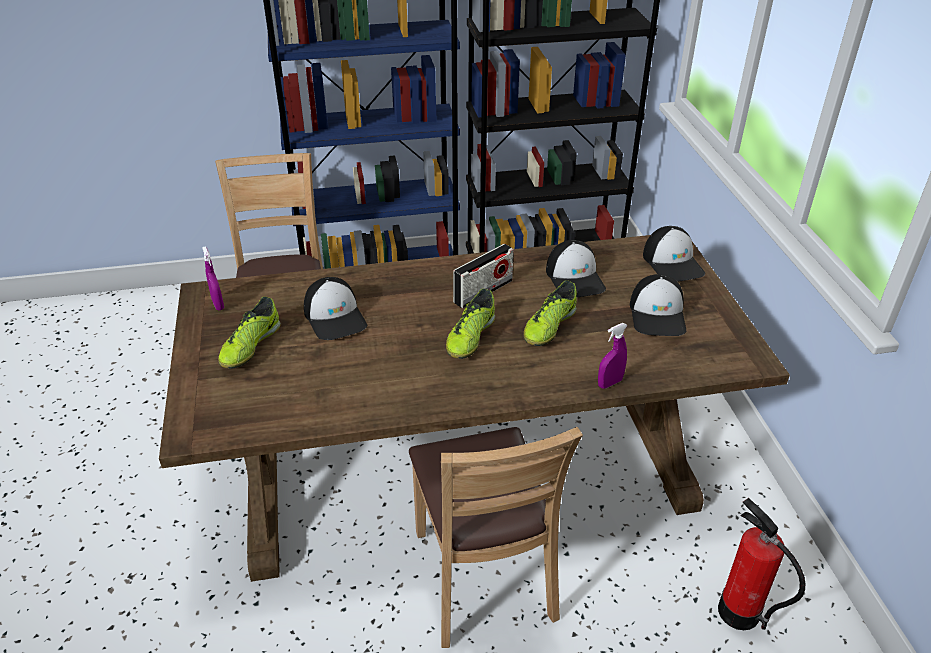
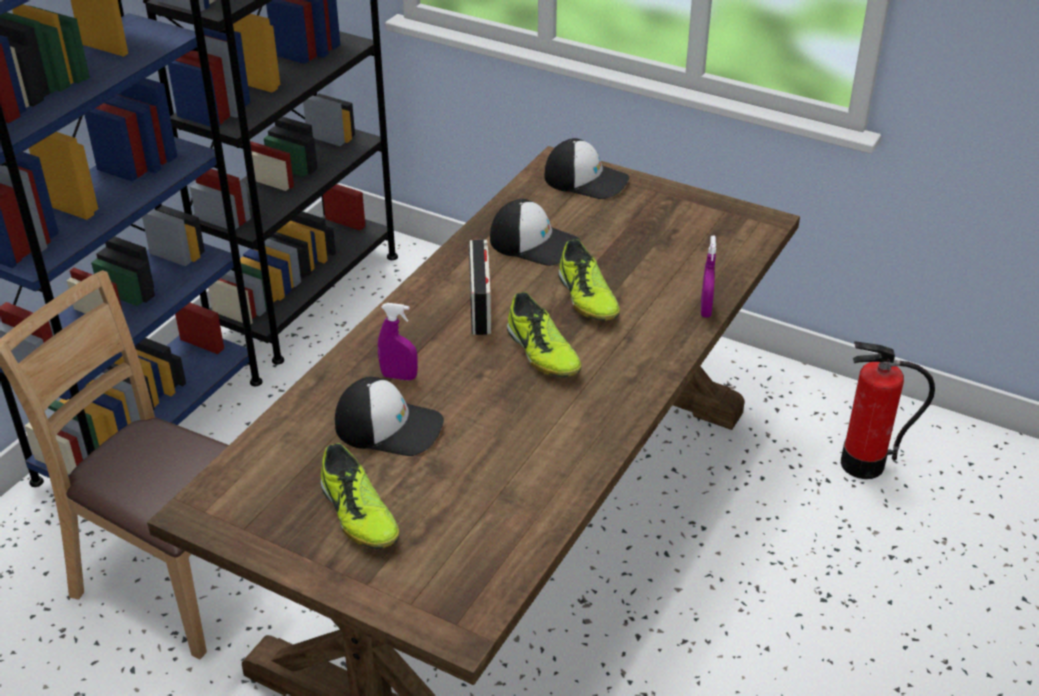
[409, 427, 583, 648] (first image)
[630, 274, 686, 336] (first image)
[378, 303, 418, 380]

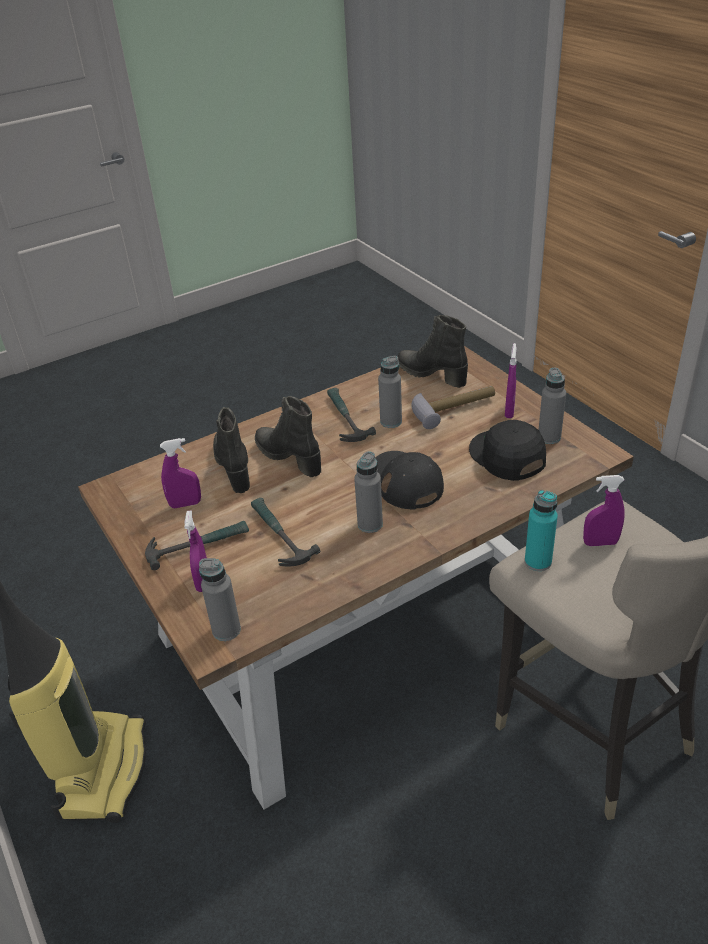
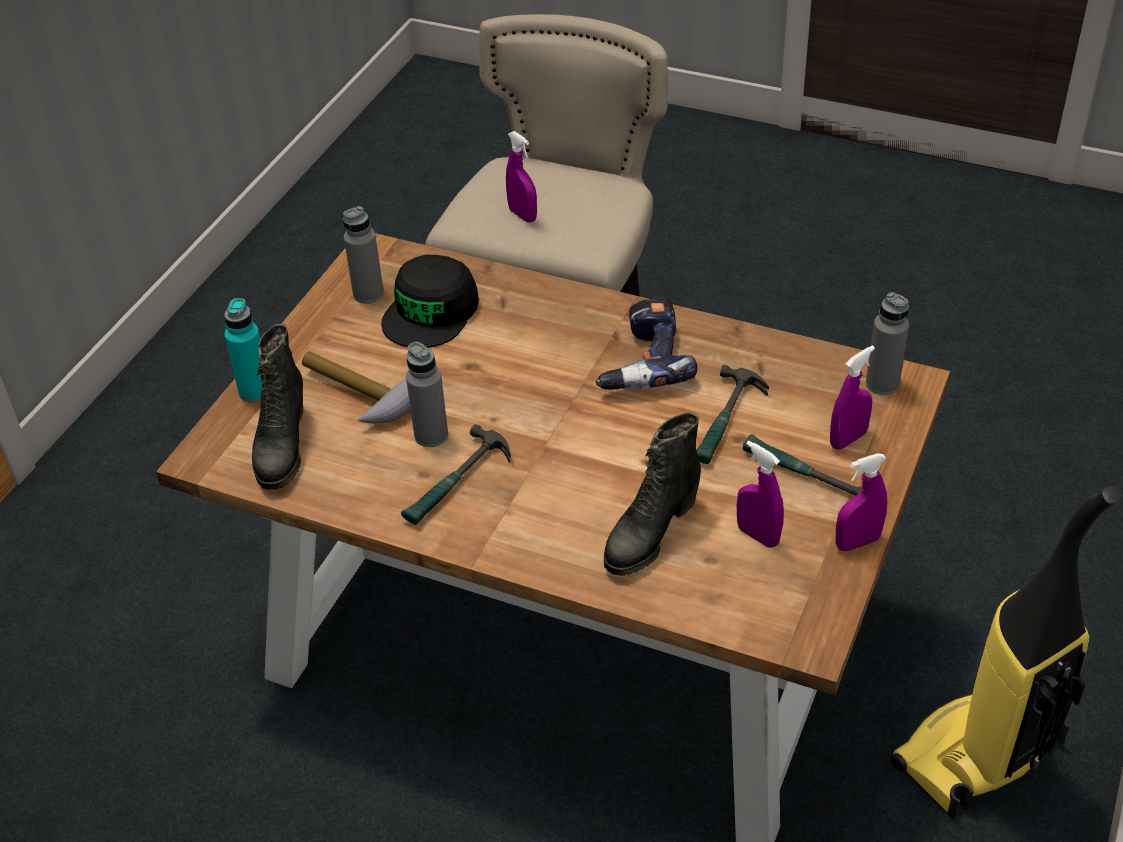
[255, 396, 321, 477] (first image)
[375, 451, 444, 509] (first image)
[836, 453, 887, 551]
[224, 298, 262, 402]
[596, 298, 697, 390]

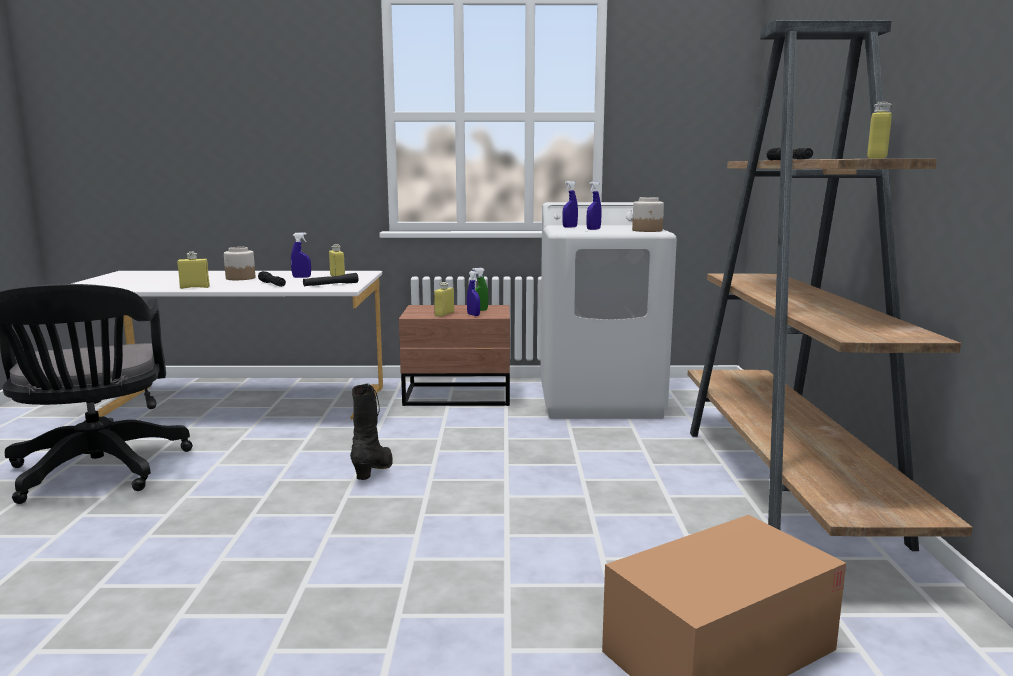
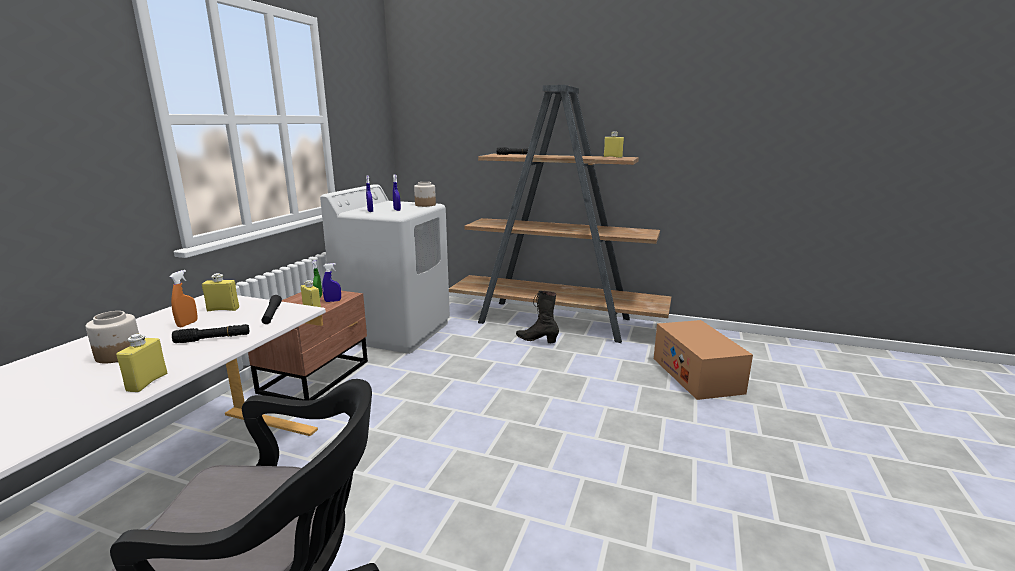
[516, 291, 559, 343]
[169, 270, 198, 327]

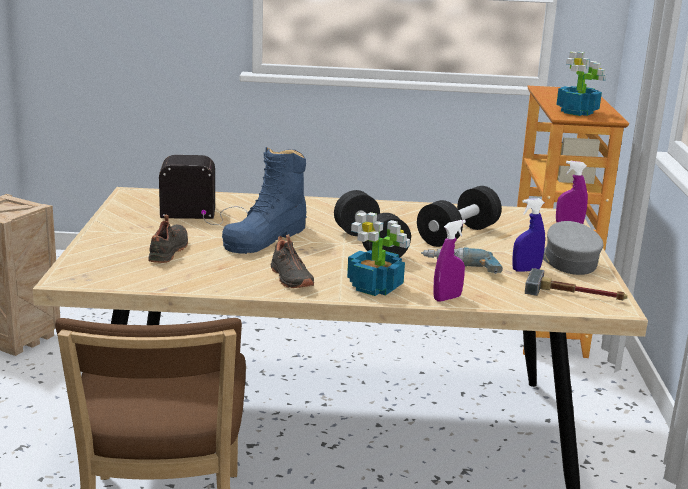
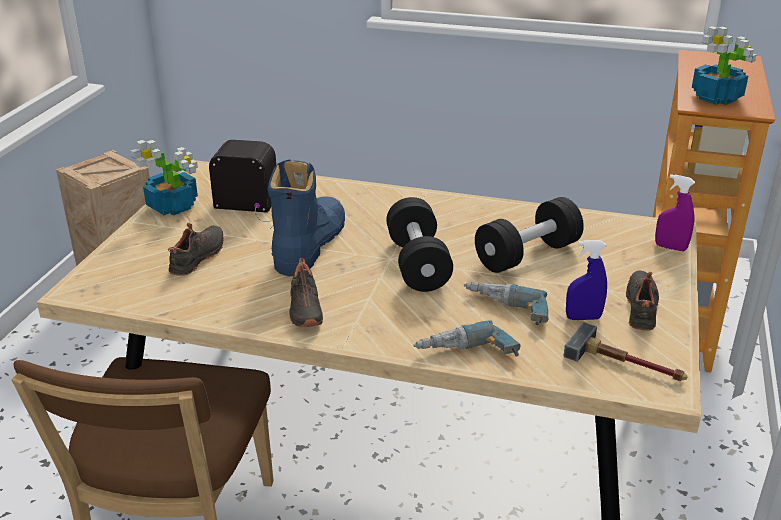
[131, 140, 198, 216]
[413, 320, 520, 356]
[626, 270, 659, 331]
[268, 159, 345, 276]

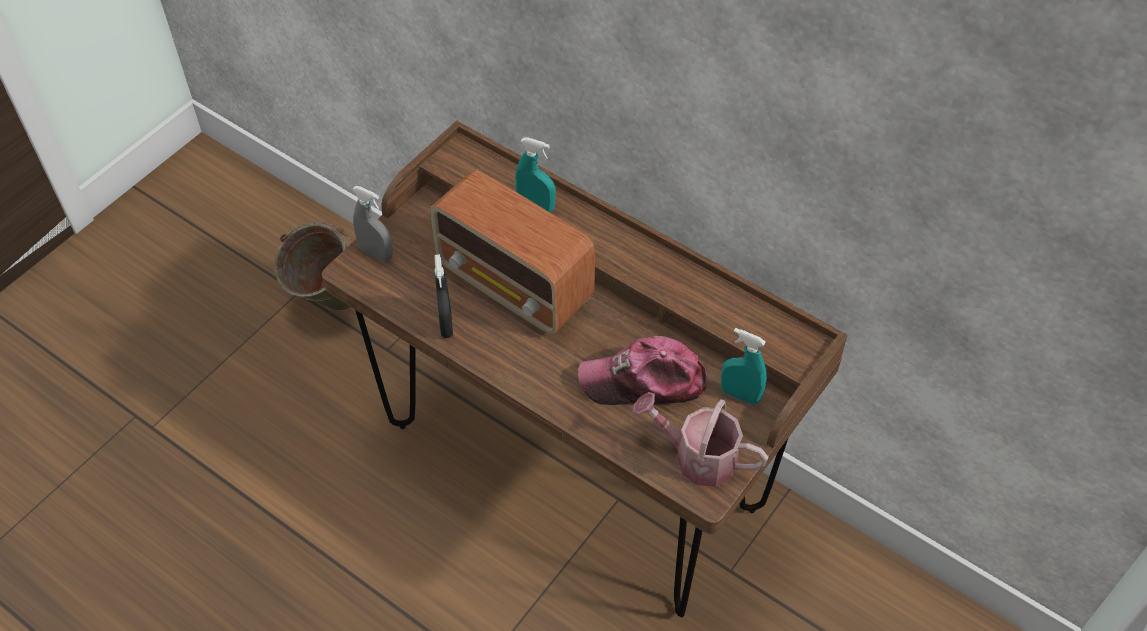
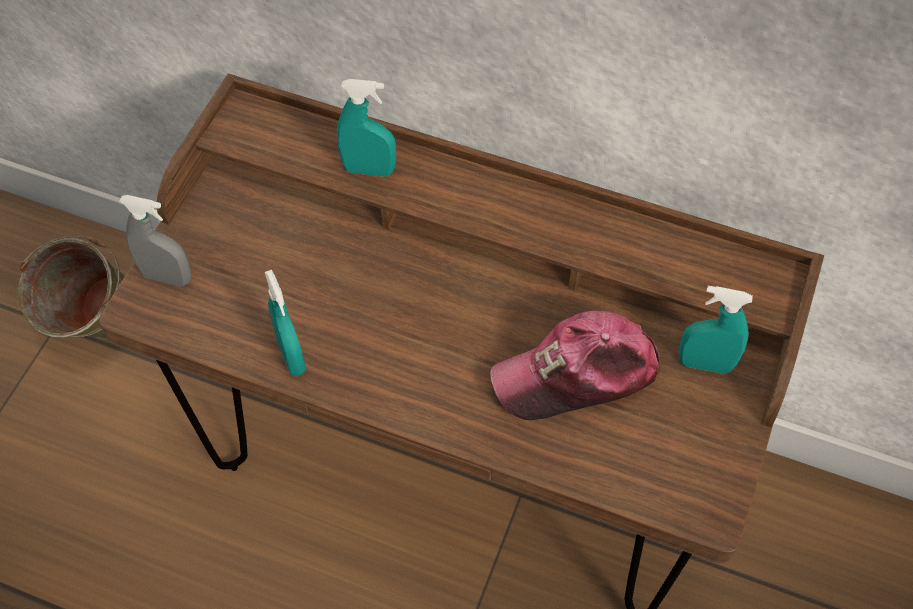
[430, 169, 595, 334] (first image)
[633, 392, 769, 487] (first image)
[265, 270, 306, 376]

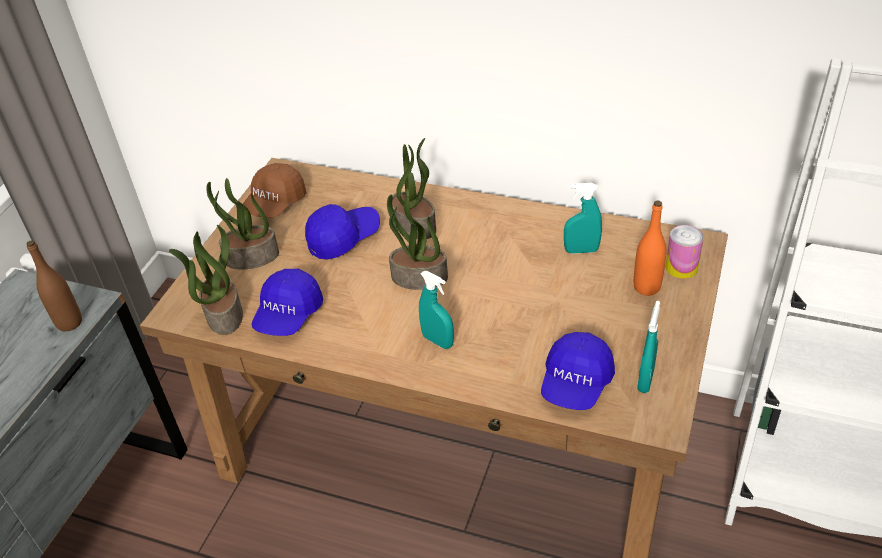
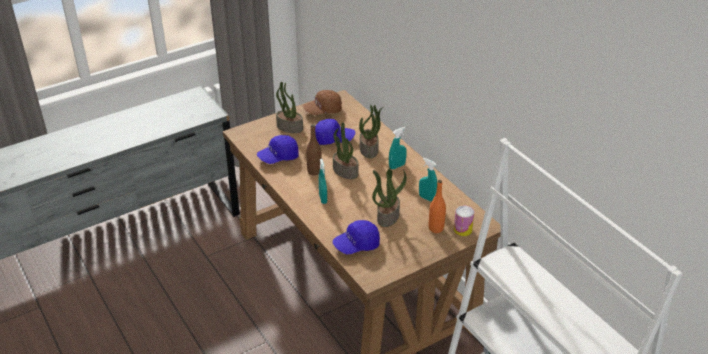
[306, 124, 322, 175]
[372, 168, 407, 227]
[389, 127, 407, 169]

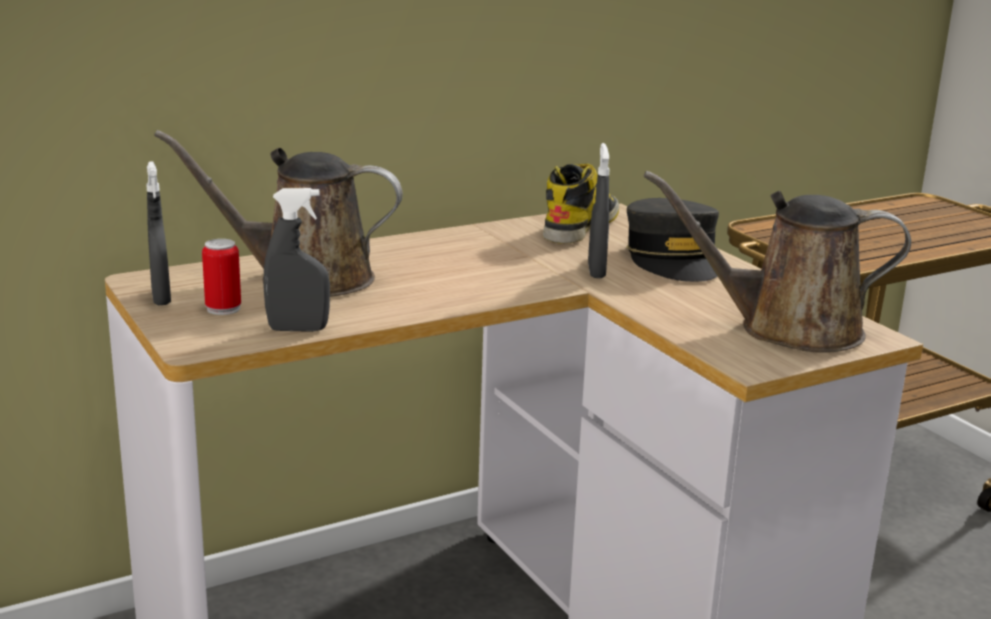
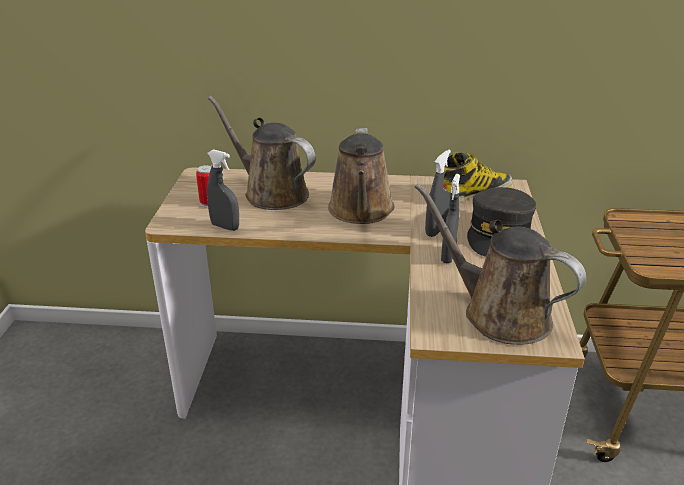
[328, 128, 394, 224]
[441, 174, 460, 263]

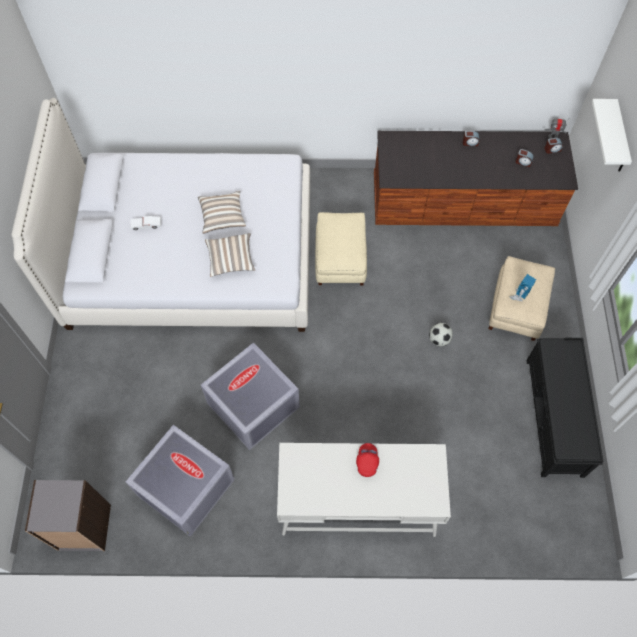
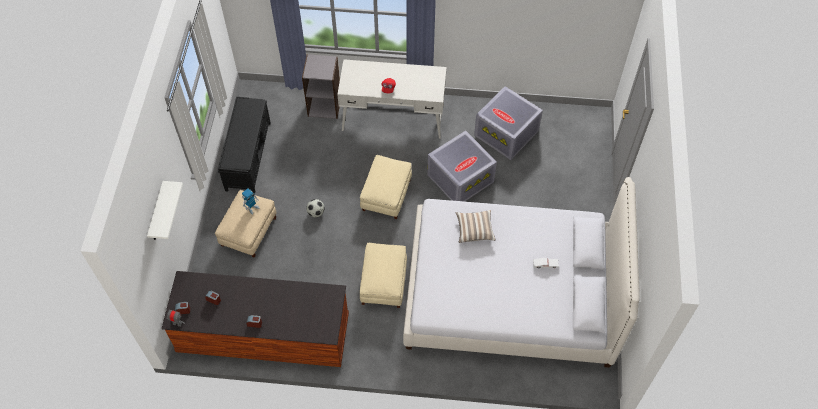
[198, 191, 246, 234] (first image)
[360, 155, 412, 219]
[302, 54, 340, 119]

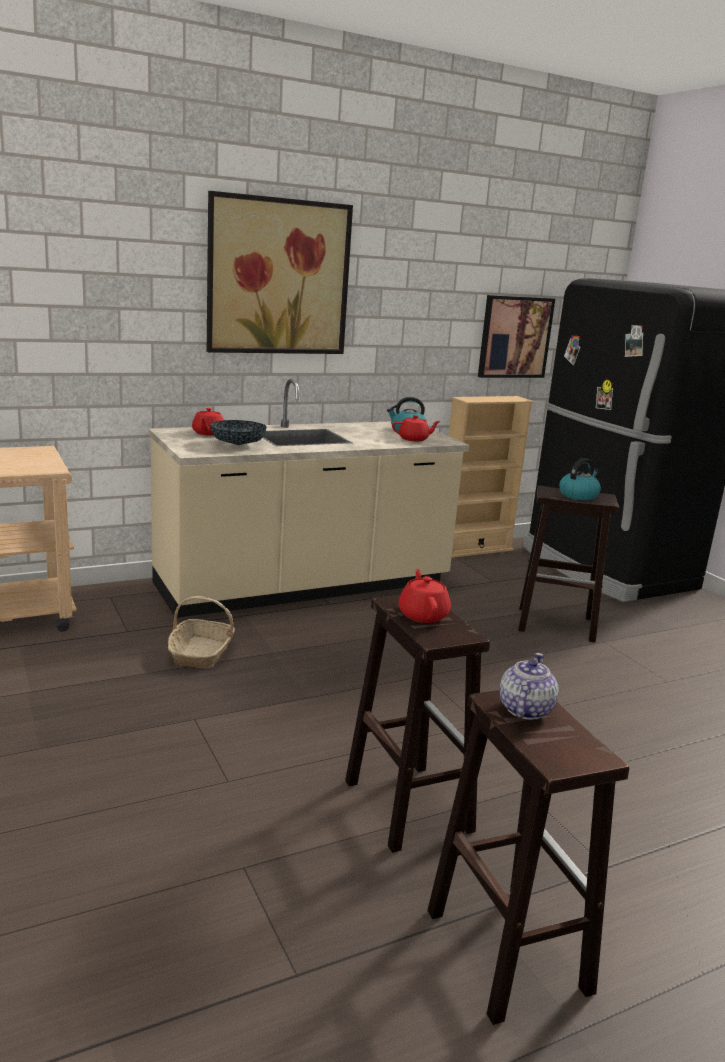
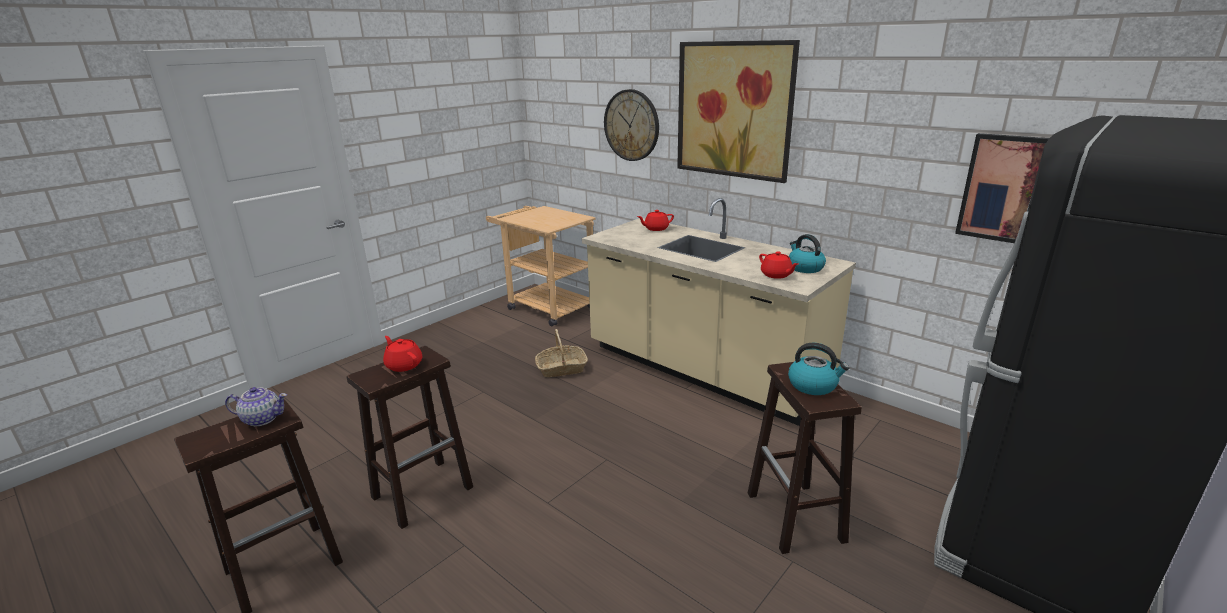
[210, 420, 267, 445] (first image)
[448, 396, 534, 558] (first image)
[604, 89, 659, 161]
[383, 336, 422, 372]

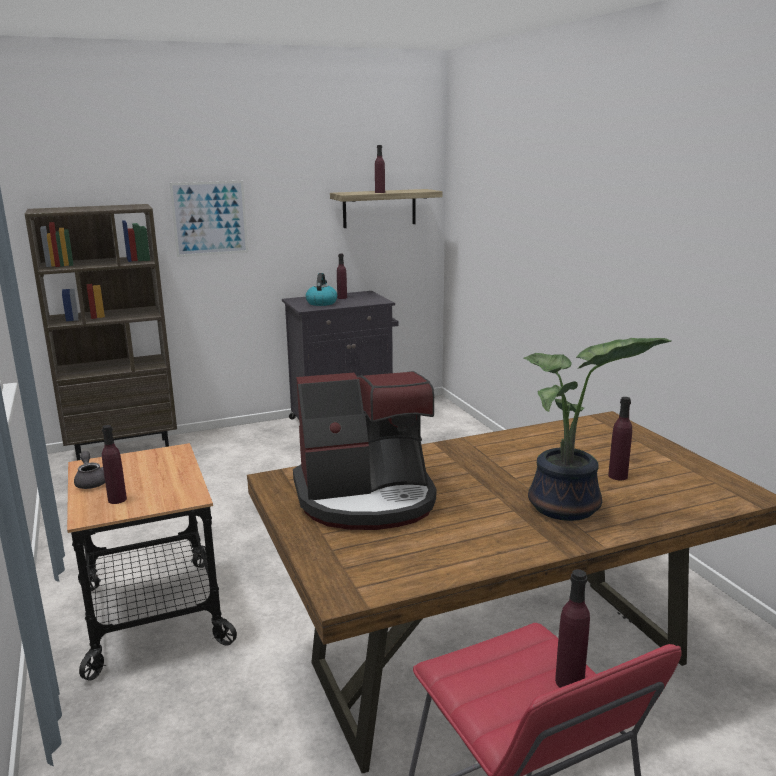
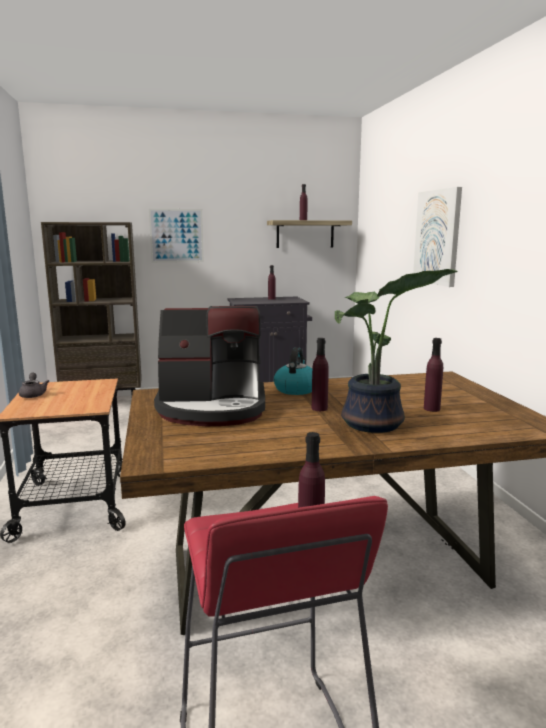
[413, 187, 462, 287]
[312, 338, 329, 411]
[274, 348, 312, 395]

